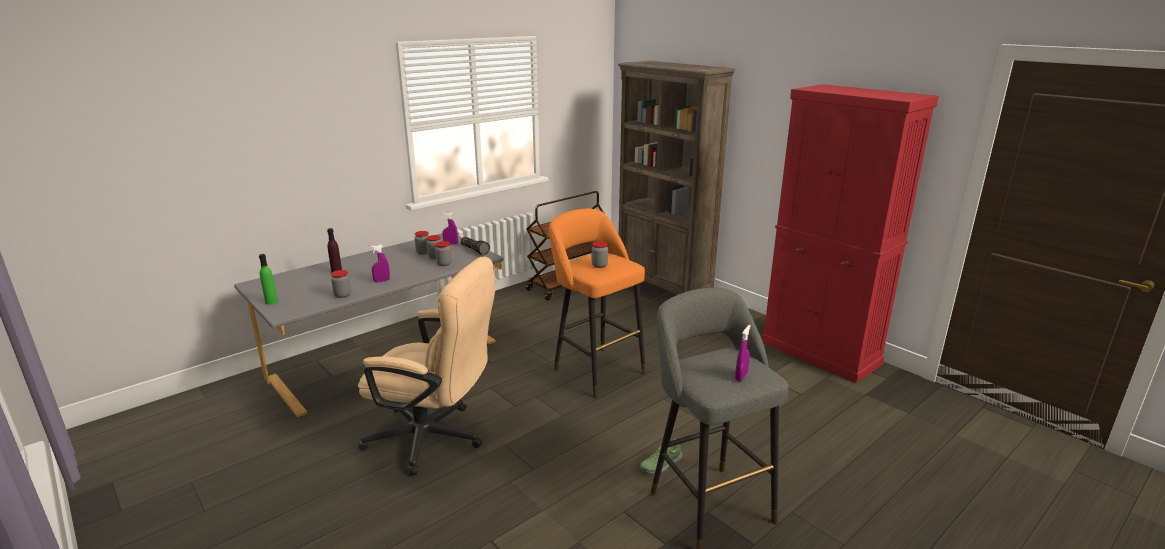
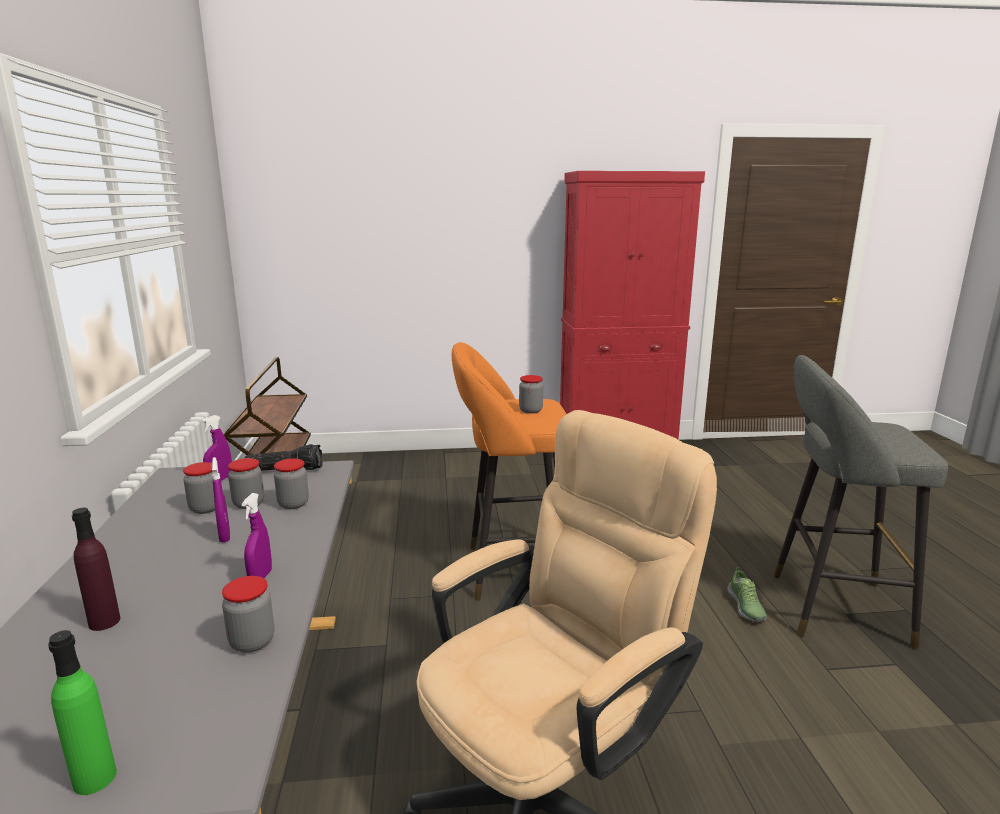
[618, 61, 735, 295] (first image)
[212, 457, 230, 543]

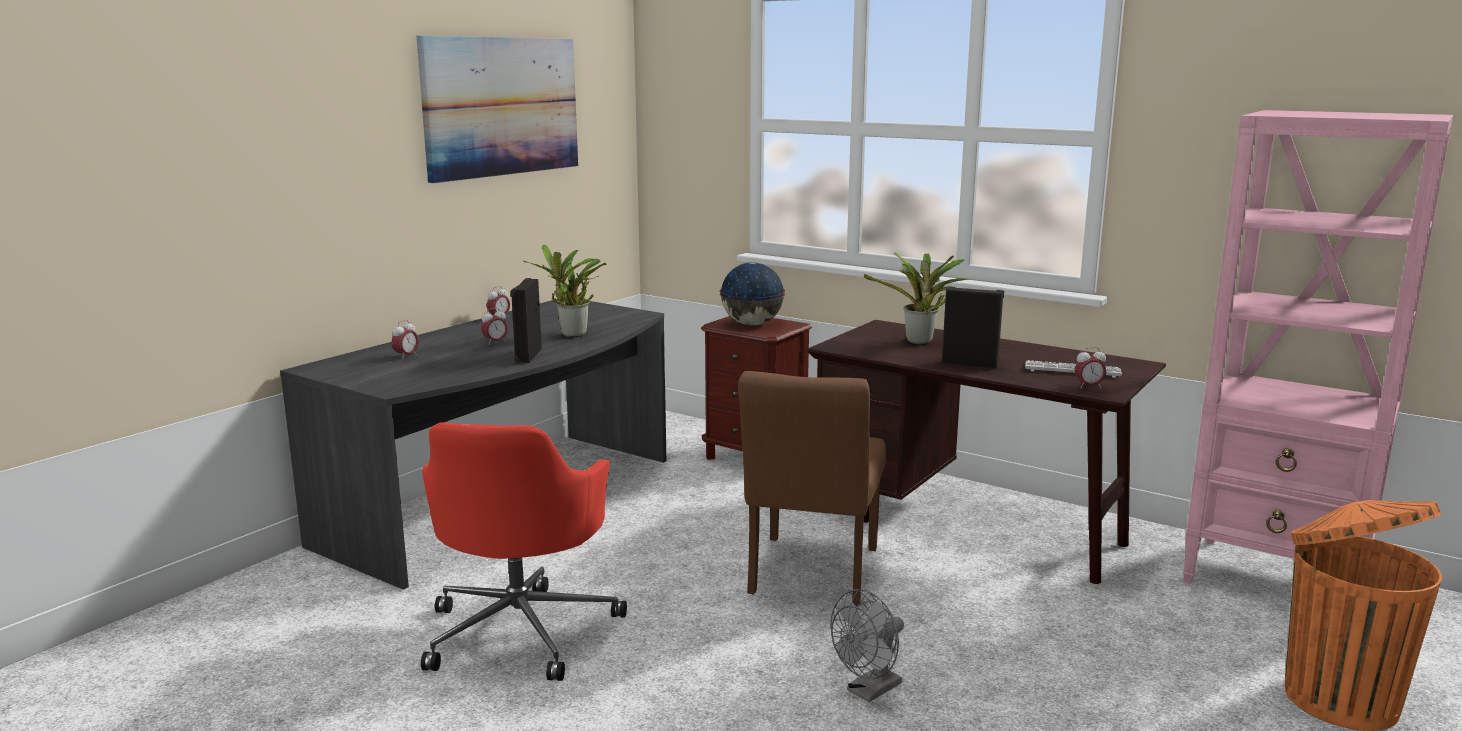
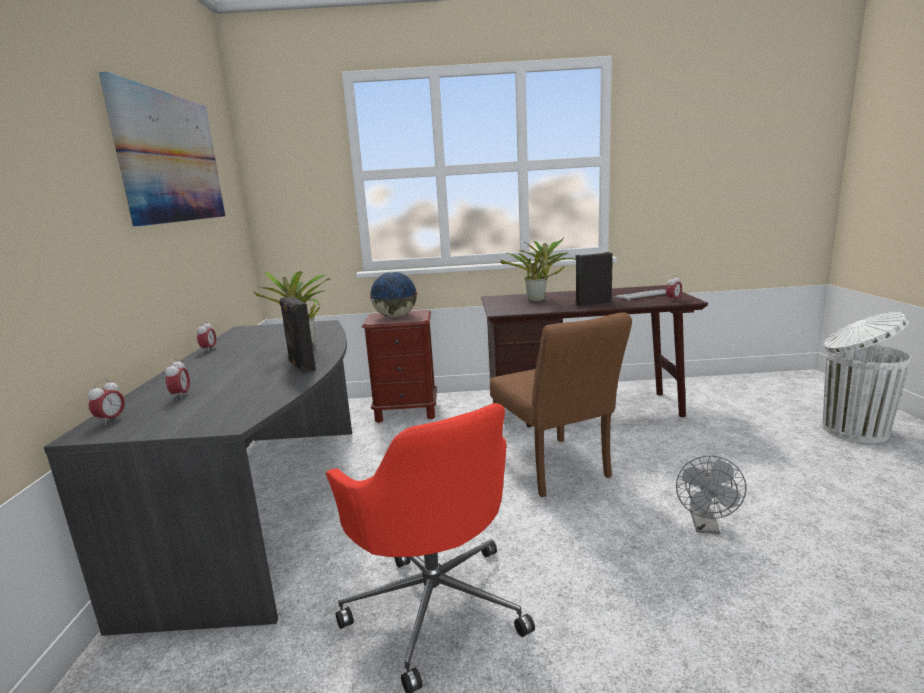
[1183, 110, 1453, 584] (first image)
[88, 379, 125, 425]
[823, 312, 912, 443]

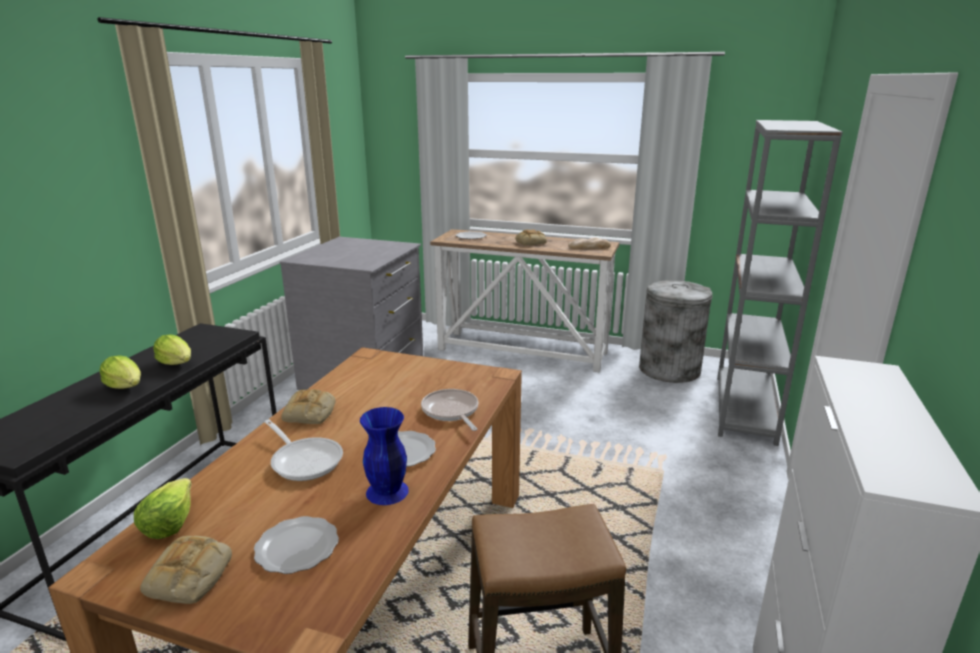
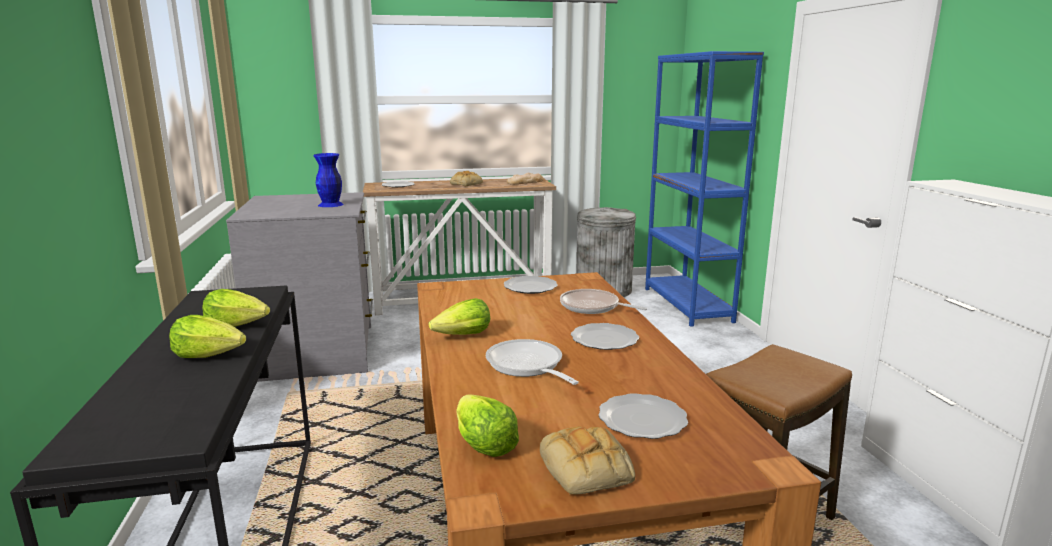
[504, 276, 558, 294]
[313, 153, 344, 207]
[429, 298, 490, 335]
[645, 51, 764, 327]
[486, 339, 579, 385]

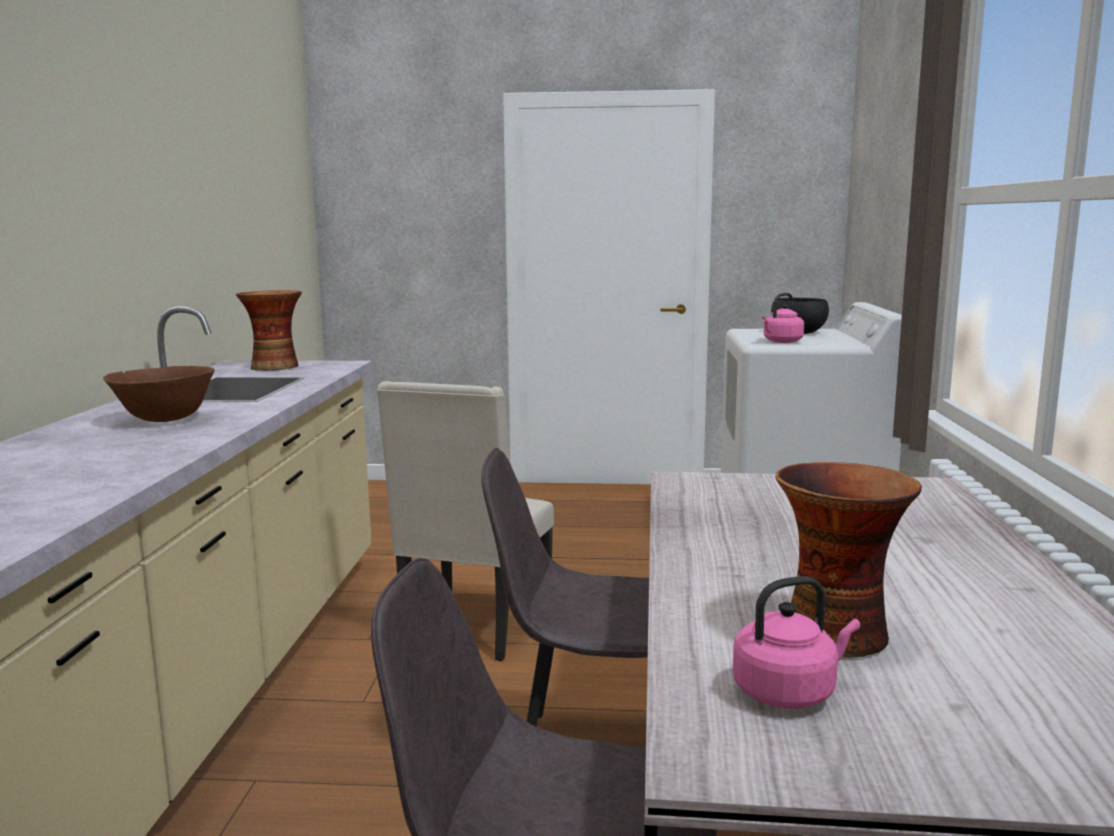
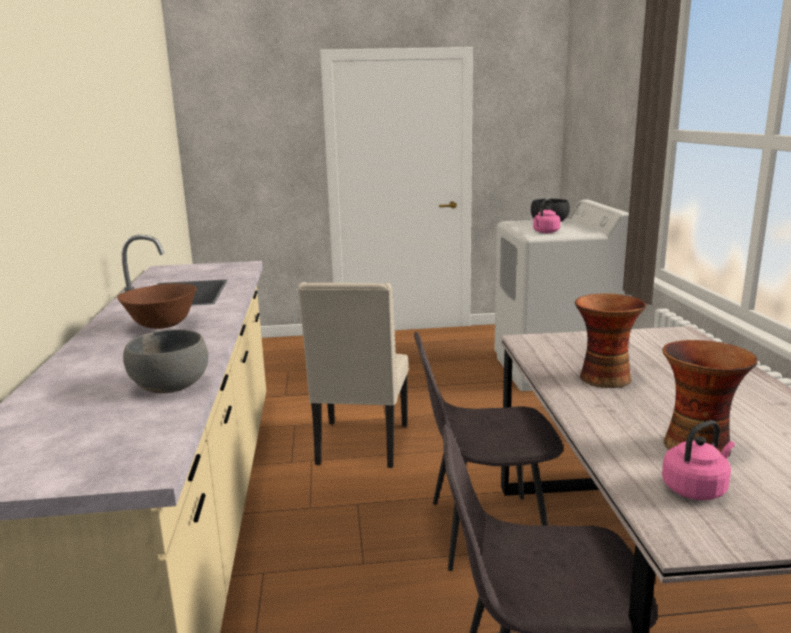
[123, 329, 208, 393]
[575, 293, 646, 388]

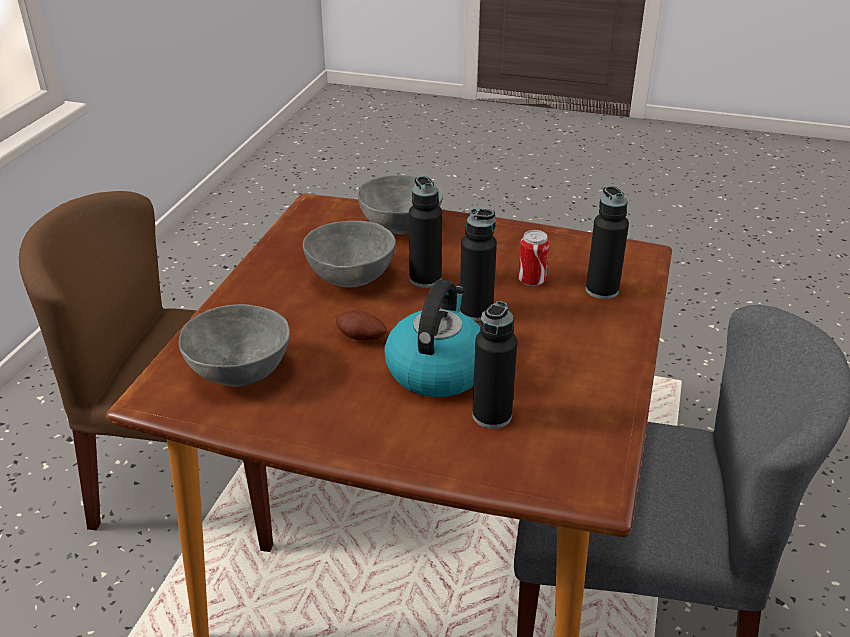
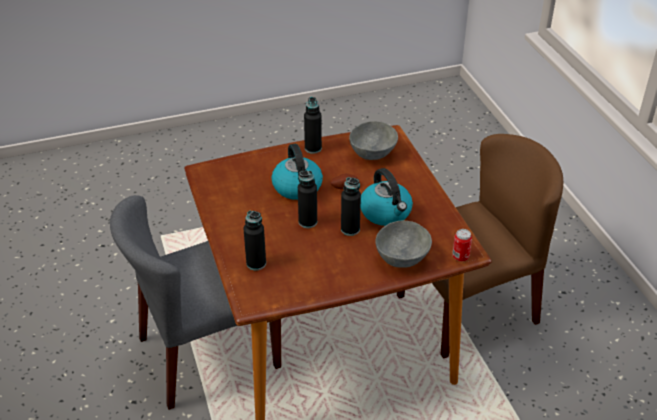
[304, 97, 322, 154]
[452, 229, 472, 261]
[361, 168, 413, 226]

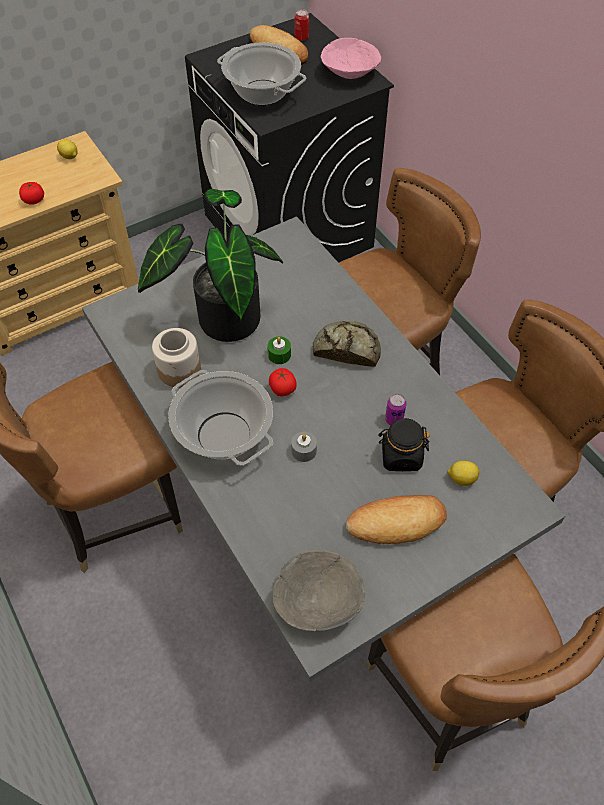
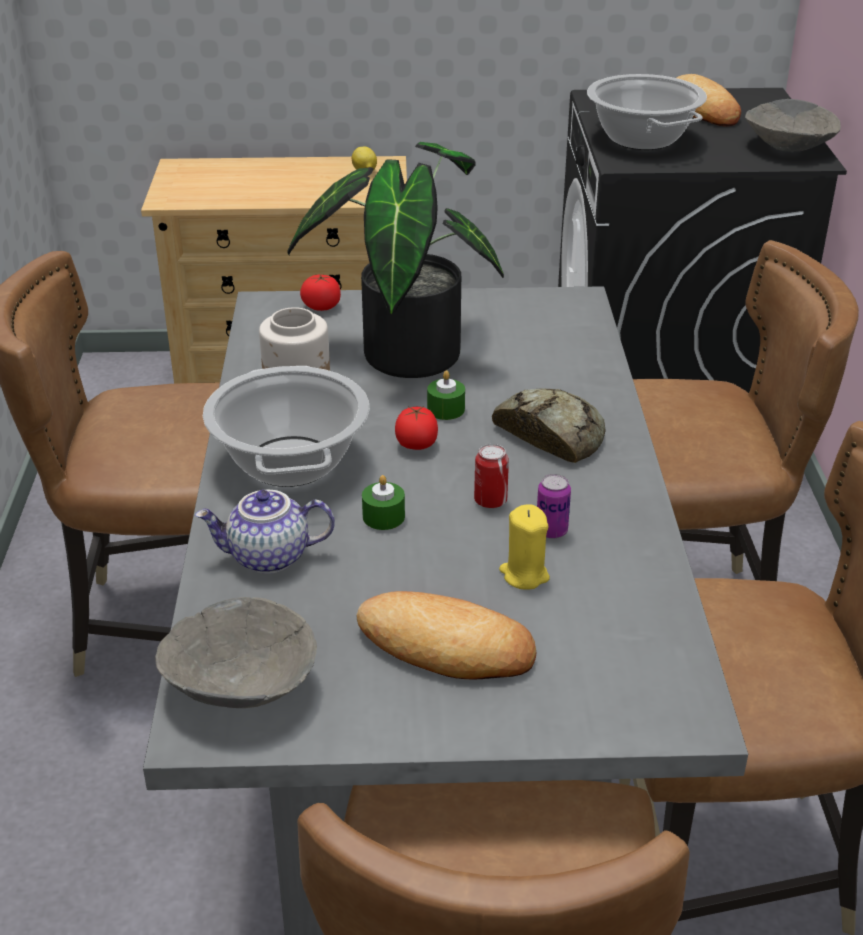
[447, 461, 479, 486] (first image)
[195, 490, 335, 574]
[300, 275, 341, 311]
[474, 444, 509, 508]
[499, 504, 550, 590]
[362, 475, 405, 530]
[745, 99, 841, 151]

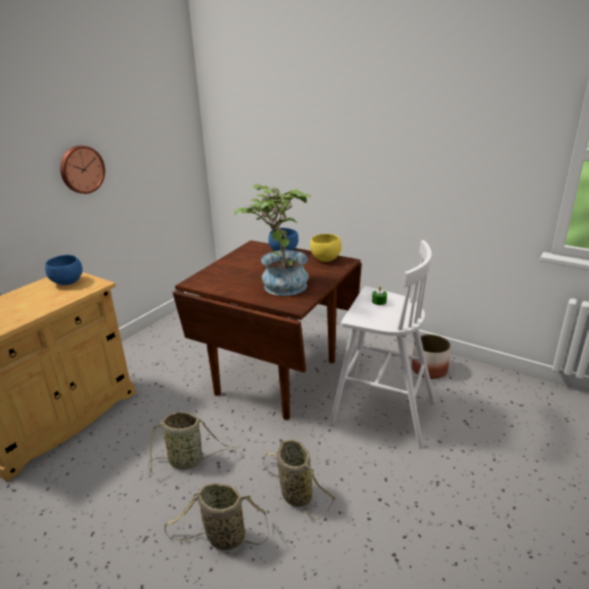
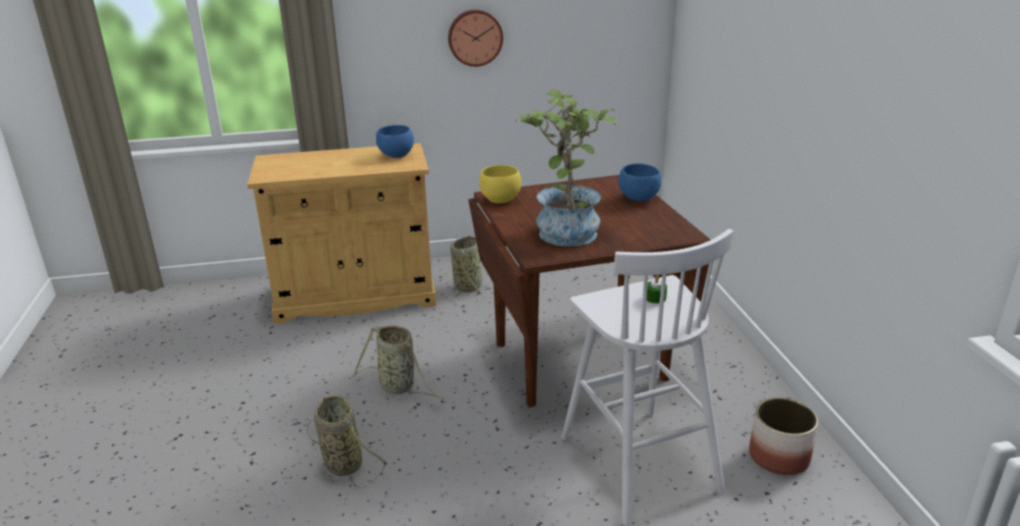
[451, 236, 482, 299]
[479, 165, 521, 203]

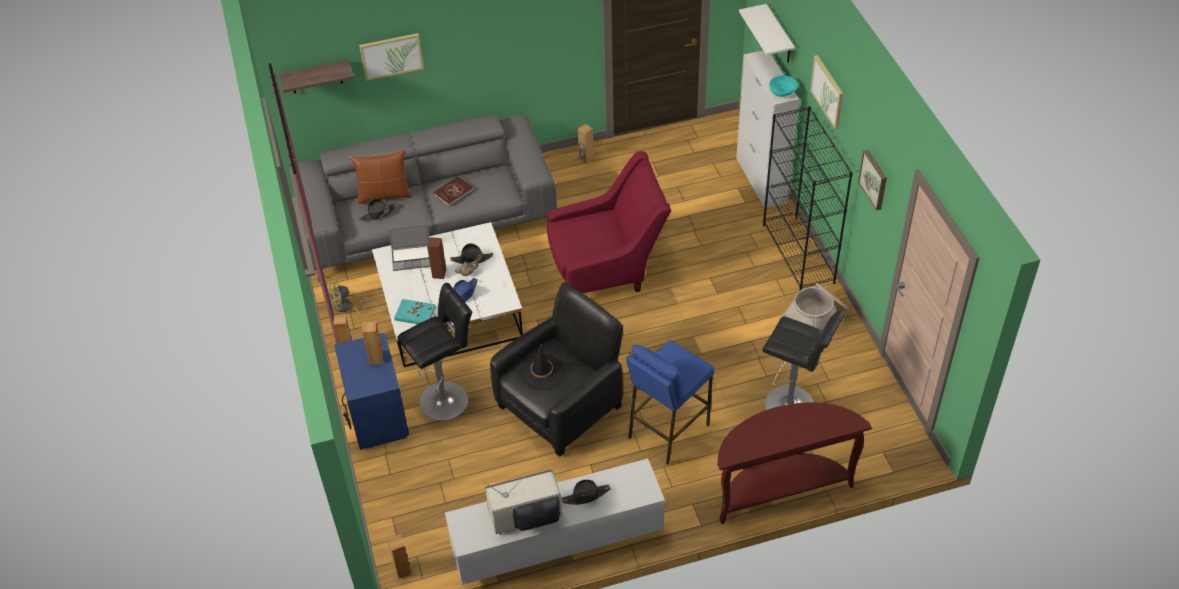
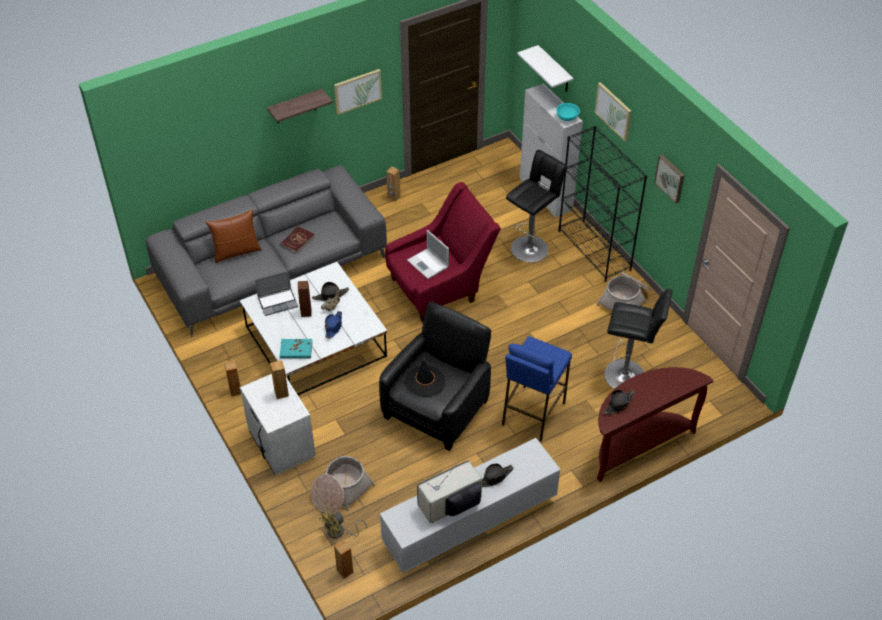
[311, 456, 375, 514]
[407, 230, 449, 279]
[267, 89, 333, 123]
[319, 507, 367, 539]
[603, 390, 636, 415]
[334, 69, 382, 115]
[506, 150, 567, 263]
[240, 374, 315, 475]

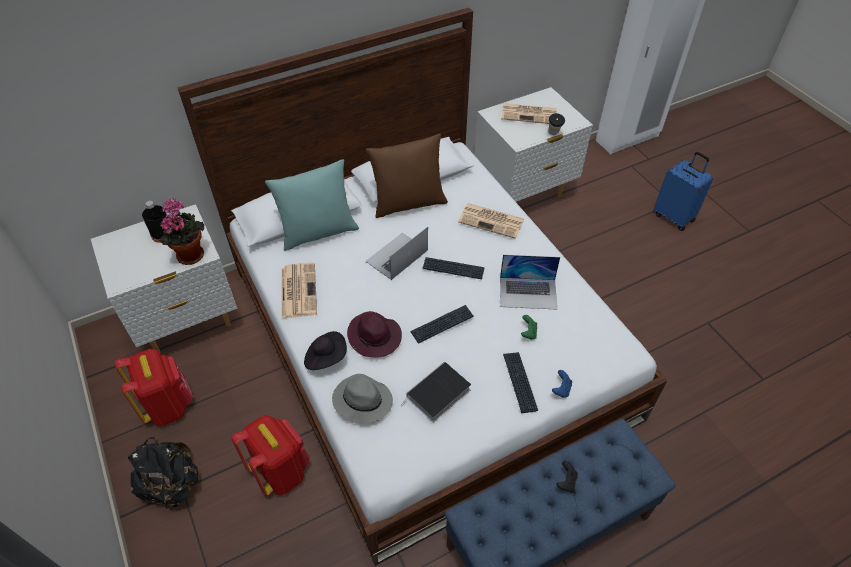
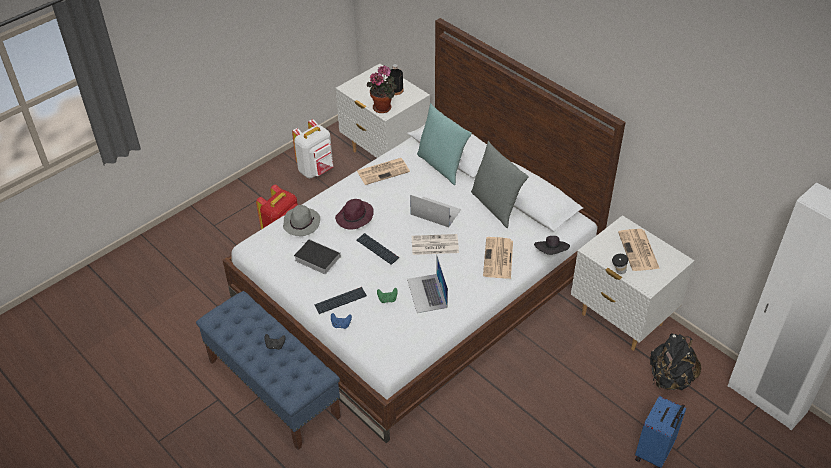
[650, 333, 701, 390]
[534, 236, 570, 255]
[412, 234, 459, 255]
[292, 119, 333, 178]
[471, 141, 529, 228]

